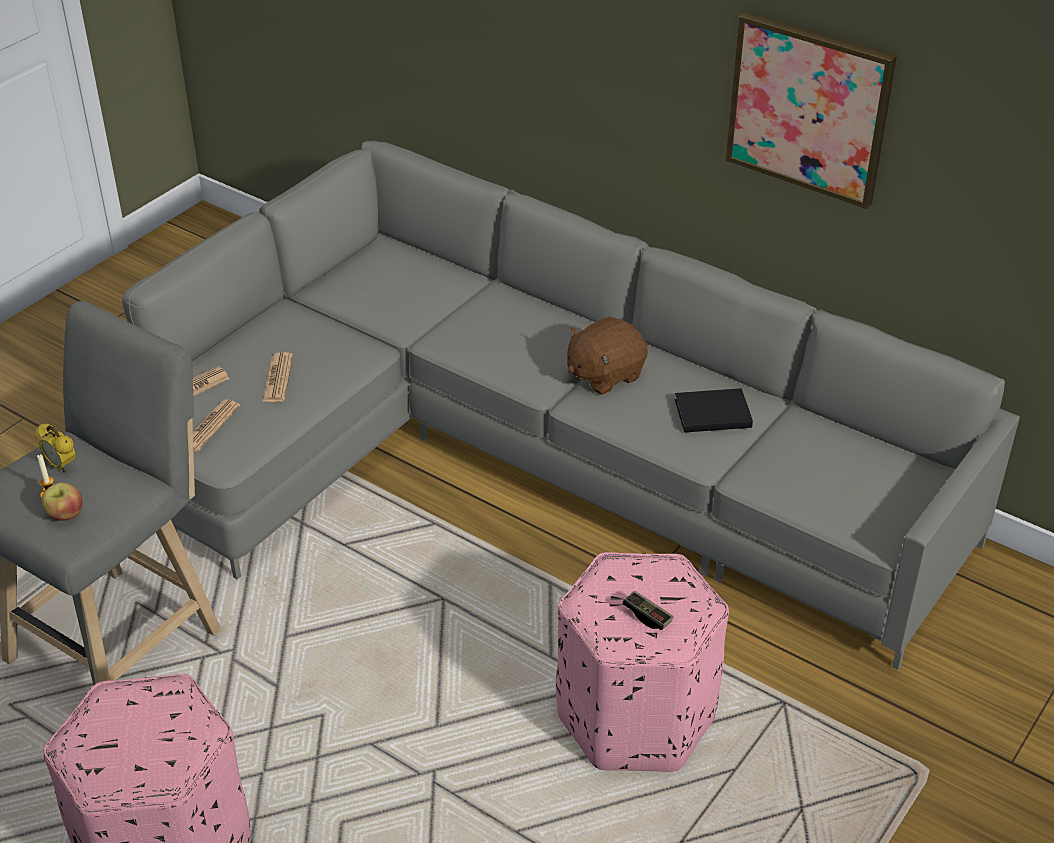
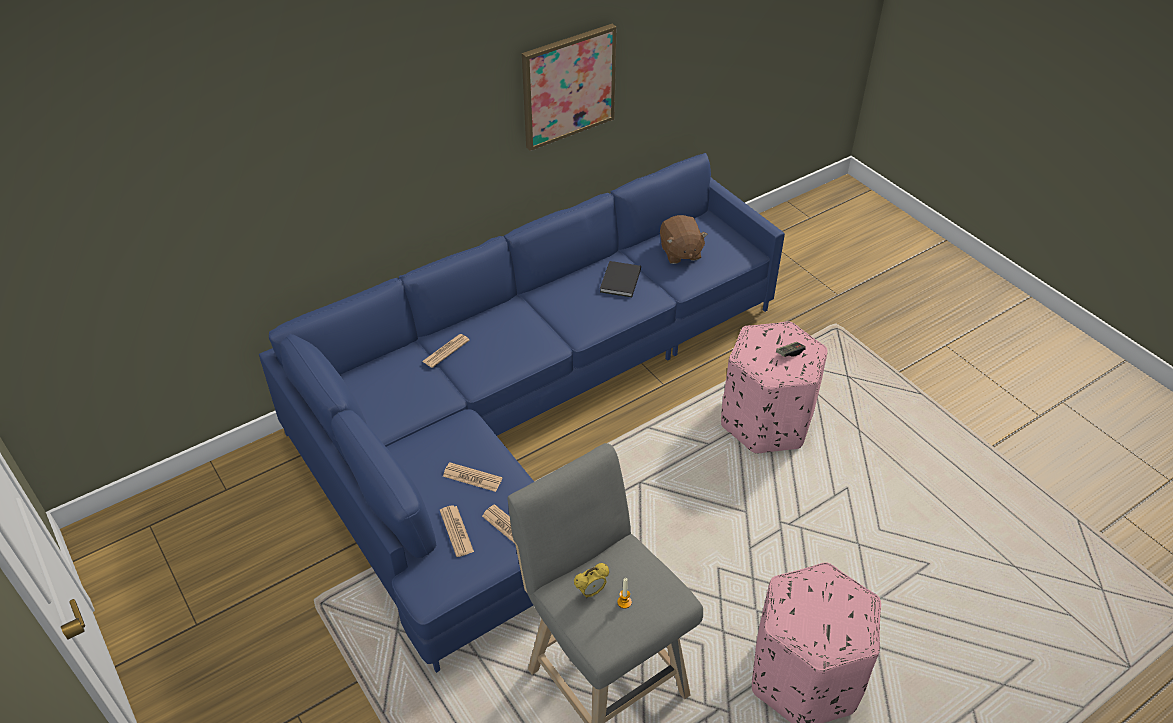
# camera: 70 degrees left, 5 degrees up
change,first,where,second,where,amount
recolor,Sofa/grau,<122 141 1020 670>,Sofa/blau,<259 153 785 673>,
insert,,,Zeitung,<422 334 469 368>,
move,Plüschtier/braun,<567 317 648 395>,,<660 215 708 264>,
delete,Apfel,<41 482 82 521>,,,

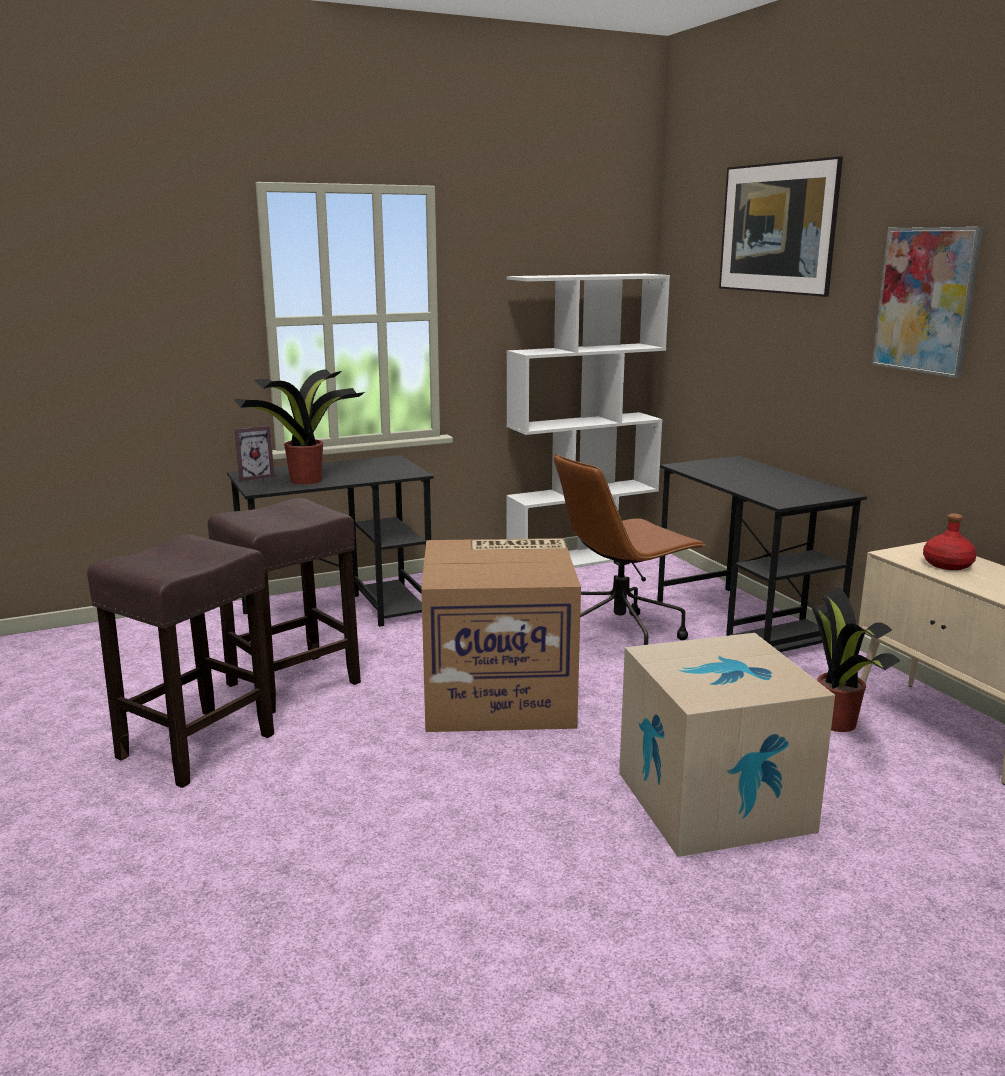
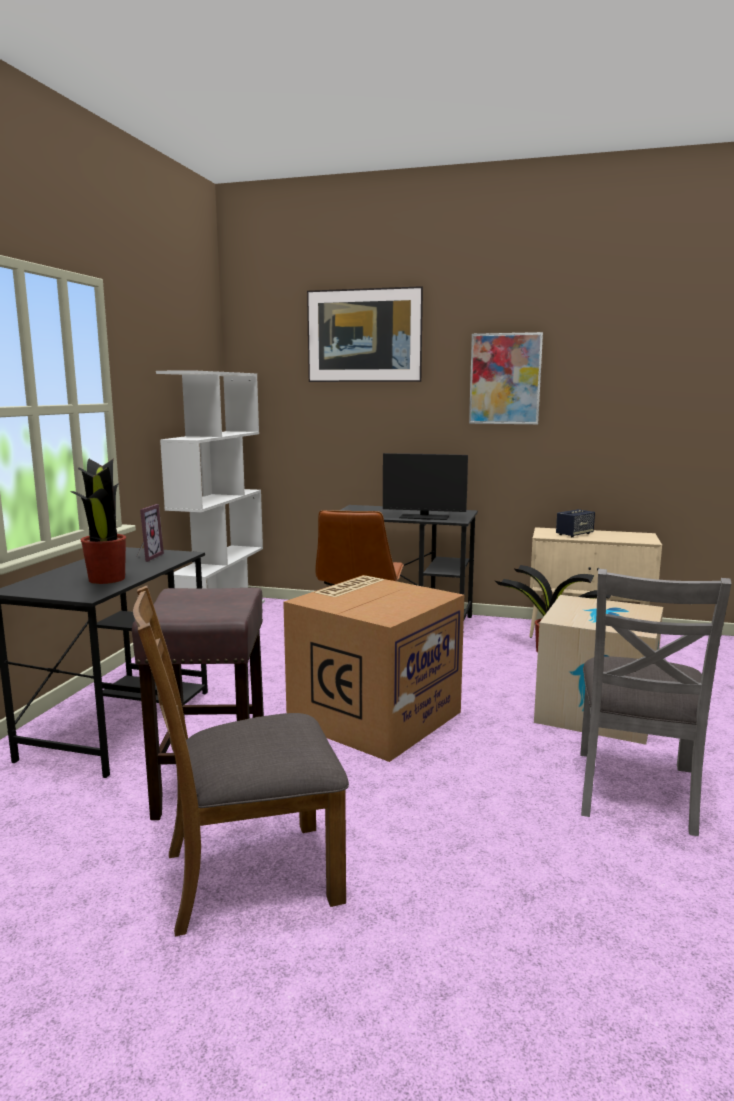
# camera: 50 degrees left, 5 degrees down
change,first,where,second,where,amount
replace,Hocker/braun,<87 534 274 788>,Stuhl/braun,<133 586 349 936>,
move,Bilderrahmen,<234 426 275 482>,,<137 504 164 562>,
insert,,,Monitor,<383 453 468 520>,
replace,Flasche/rot,<923 513 977 570>,Lautsprecher,<556 509 595 537>,
insert,,,Stuhl/grau,<580 569 732 836>,

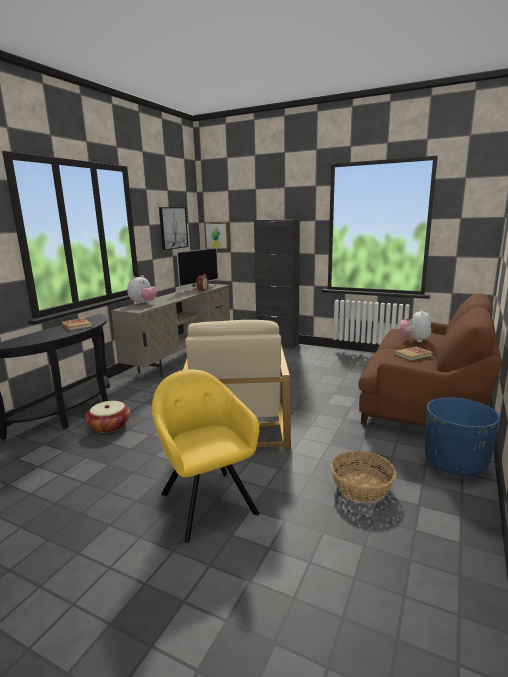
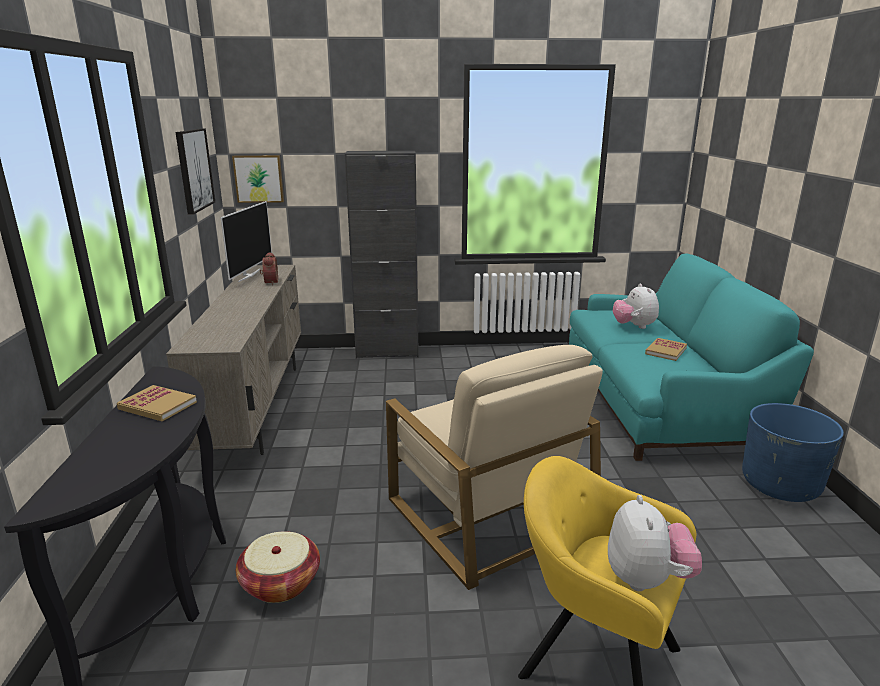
# camera: 30 degrees left, 5 degrees up
change,first,where,second,where,amount
recolor,Sofa/braun,<358 293 503 427>,Sofa/türkis,<569 254 814 461>,
move,Plüschtier,<127 275 157 304>,,<608 495 702 591>,
delete,Korb,<331 451 396 503>,,,

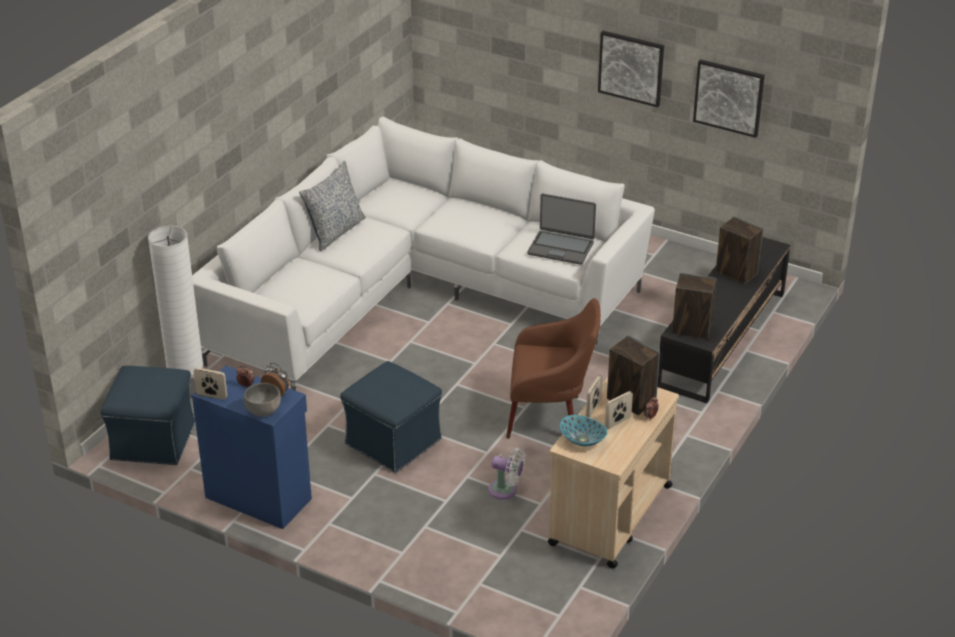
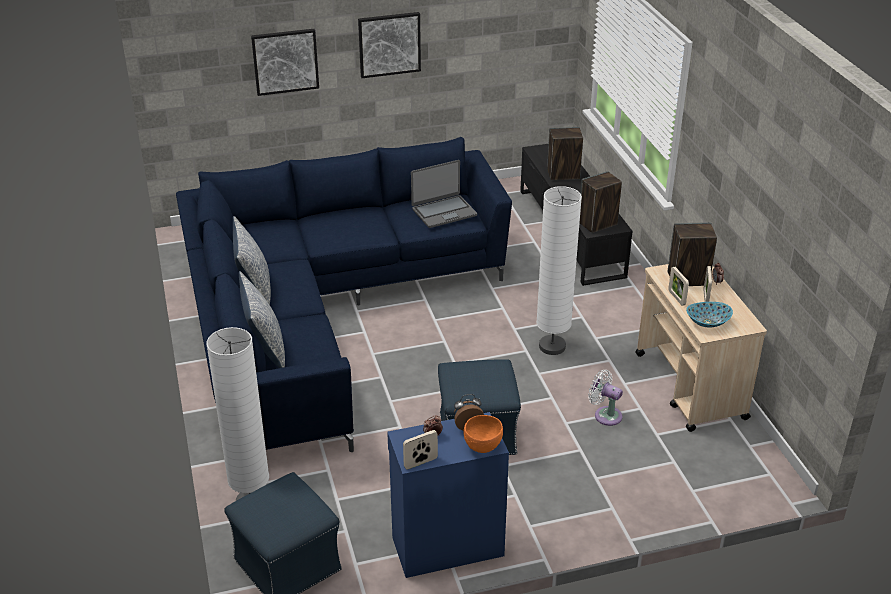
# camera: 45 degrees left, 0 degrees up
change,first,where,second,where,amount
recolor,Sofa/weiß,<192 117 655 391>,Sofa/blau,<176 137 512 452>,
insert,,,Kissen,<239 271 285 368>,
move,Bild,<693 59 765 138>,,<251 29 319 96>,
recolor,Schüssel/grau,<244 383 281 417>,Schüssel/orange,<464 415 503 453>,
replace,Sessel/braun,<506 298 601 439>,Stehlampe/weiß,<536 186 582 355>,
rotate,Ventilator/weiß,<488 448 526 499>,,<588 370 623 426>,120 degrees counterclockwise

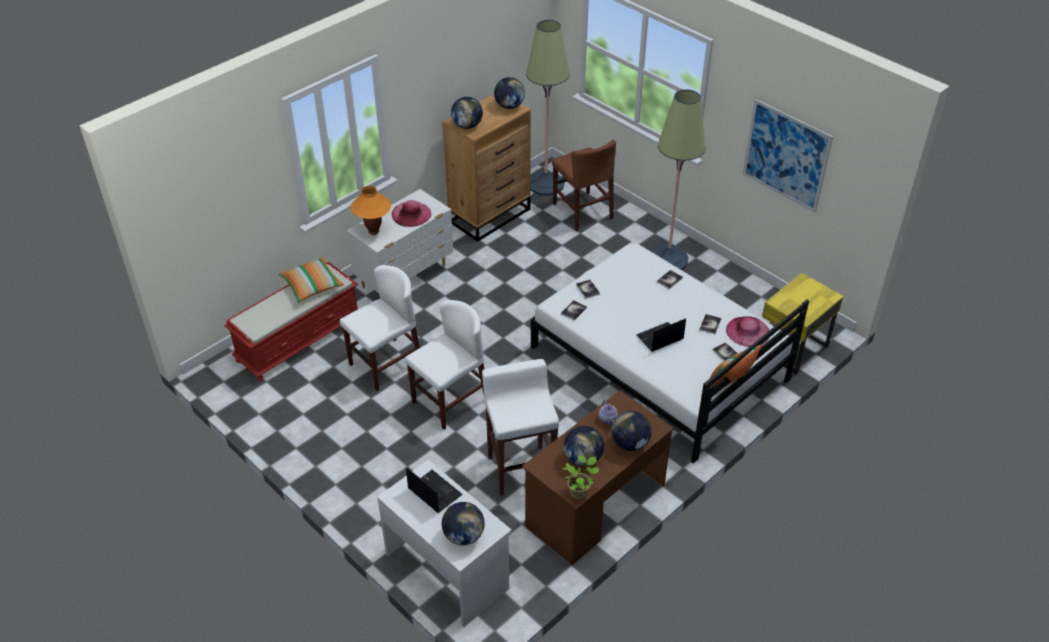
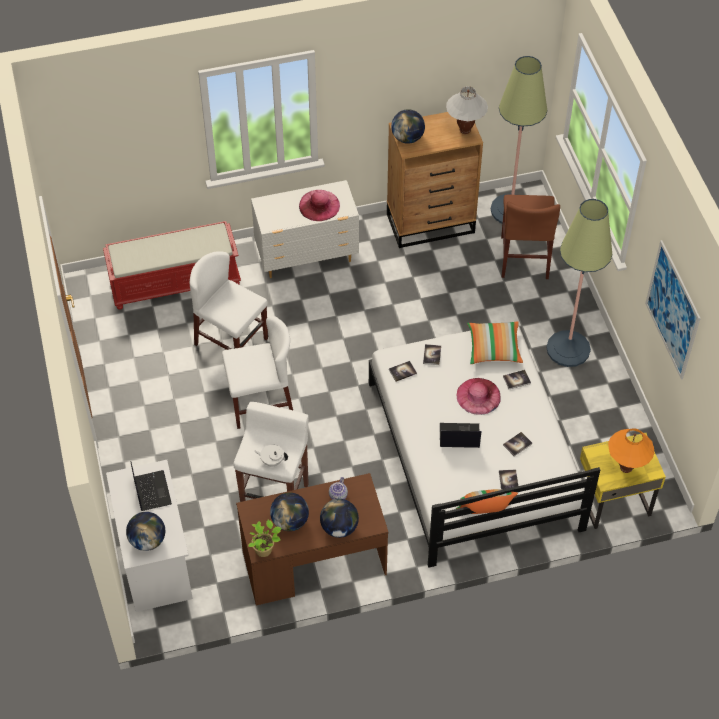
# camera: 30 degrees right, 10 degrees up
change,first,where,second,where,amount
rotate,Stuhl/weiß,<340 265 420 391>,,<190 251 268 350>,135 degrees counterclockwise
insert,,,Teekanne/weiß,<254 445 288 466>,
replace,Globus,<494 77 525 109>,Tischlampe/weiß,<446 86 488 134>,
move,Hut/rosa,<726 316 769 347>,,<456 378 501 415>,
move,Kissen,<279 257 344 303>,,<467 321 523 364>,
move,Tischlampe/orange,<351 186 391 235>,,<608 428 655 473>,

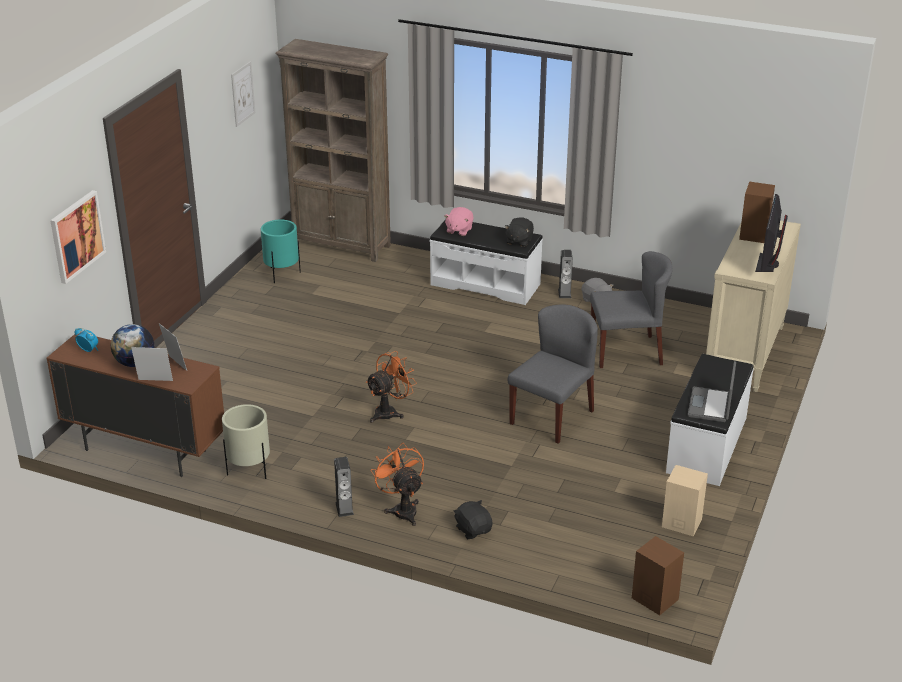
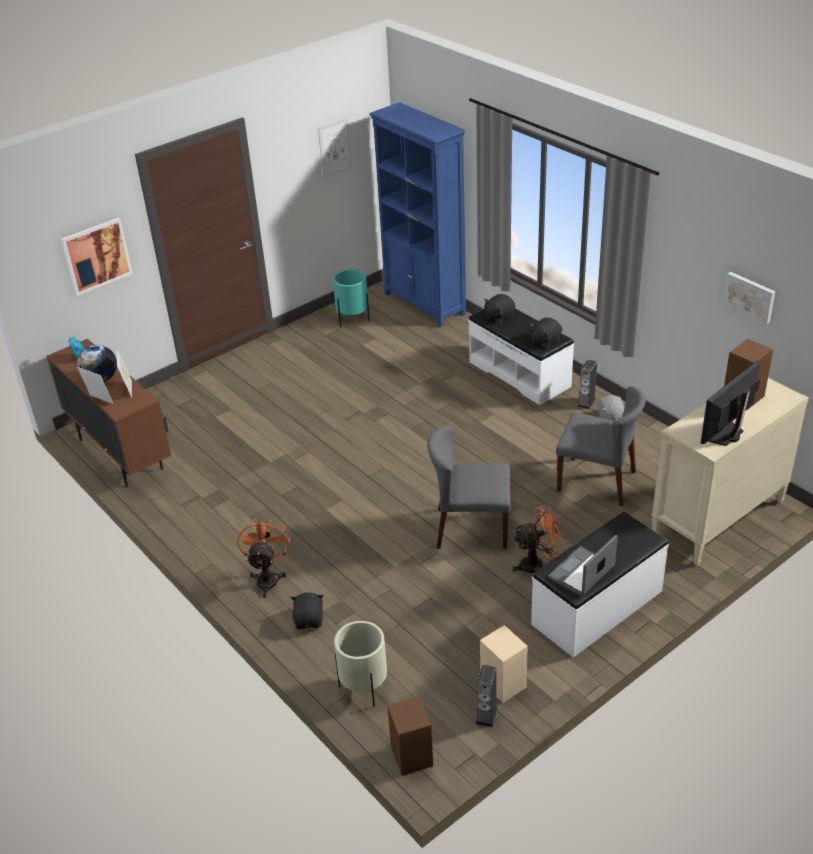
# camera: 30 degrees right, 5 degrees up
change,first,where,second,where,amount
move,Pflanzkübel/beige,<222 404 270 479>,,<334 621 387 707>,
recolor,Bücherregal/braun,<275 39 391 262>,Bücherregal/blau,<369 102 466 327>,
rotate,Stuhl/grau,<508 304 598 444>,,<427 426 511 549>,150 degrees counterclockwise
move,Lautsprecher,<334 457 354 517>,,<476 665 498 727>,
recolor,Plüschtier/rosa,<444 207 474 236>,Plüschtier/schwarz,<484 294 515 324>,
move,Ventilator/orange,<365 351 417 423>,,<512 505 565 573>,
insert,,,Bild,<723 272 775 324>,

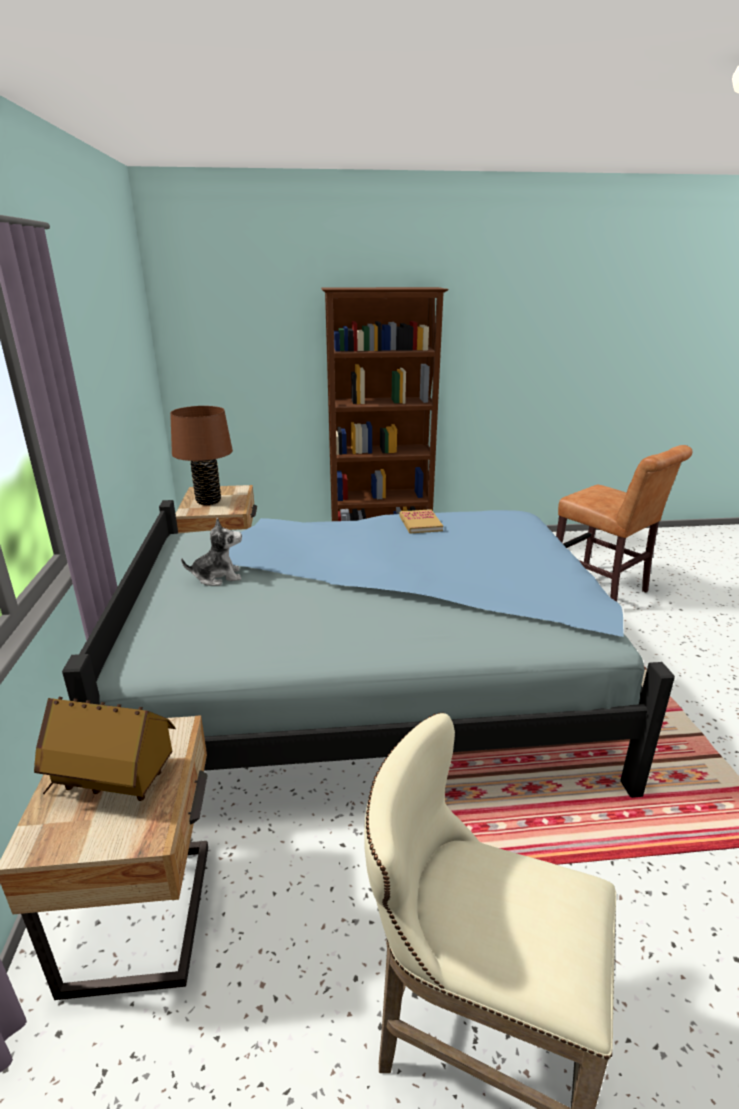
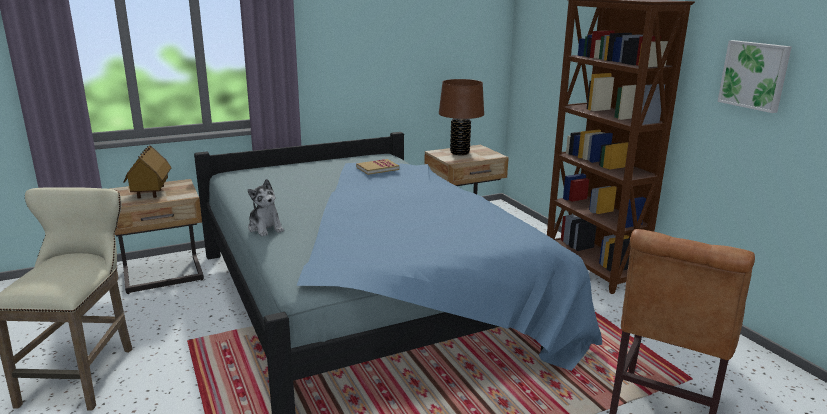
# camera: 70 degrees right, 5 degrees down
change,first,where,second,where,amount
move,Plüschtier,<181 517 242 586>,,<248 179 284 237>,
move,Buch,<399 509 443 534>,,<356 159 399 175>,
insert,,,Bild,<718 40 792 113>,

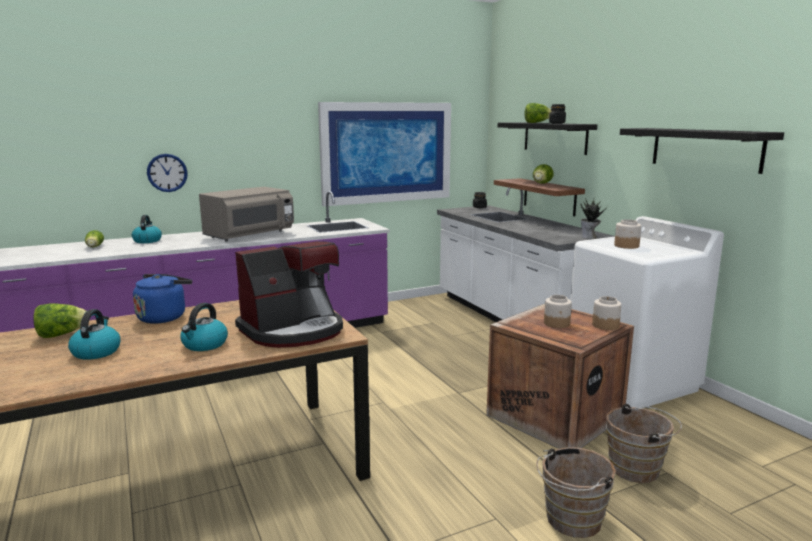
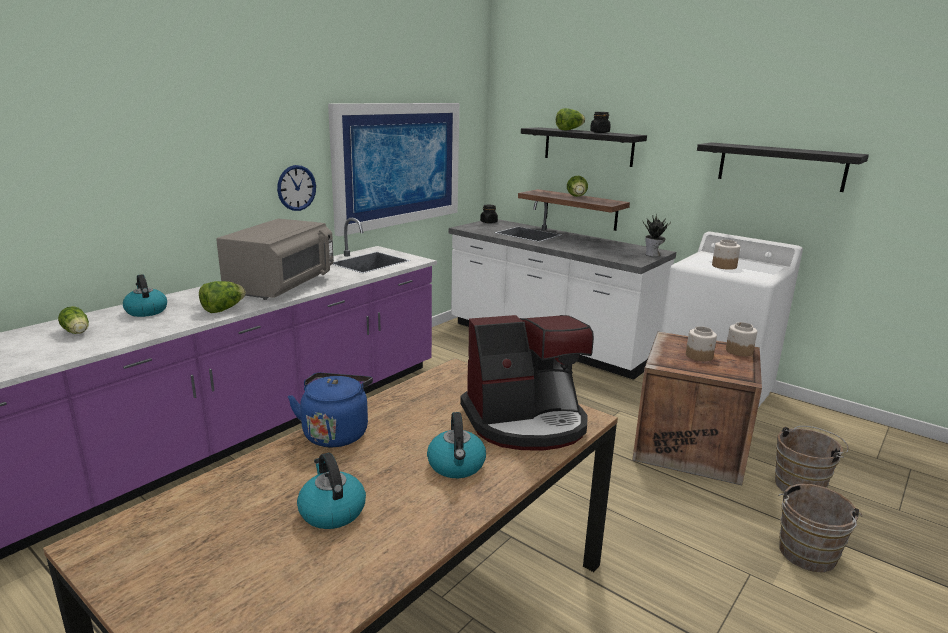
# camera: 25 degrees left, 5 degrees up
change,first,where,second,where,amount
move,Salatkopf,<33 303 87 338>,,<199 281 246 313>,
move,Wanduhr,<147 154 188 192>,,<277 165 316 211>,
rotate,Kaffeemaschine,<235 241 343 348>,,<460 315 594 450>,45 degrees clockwise

